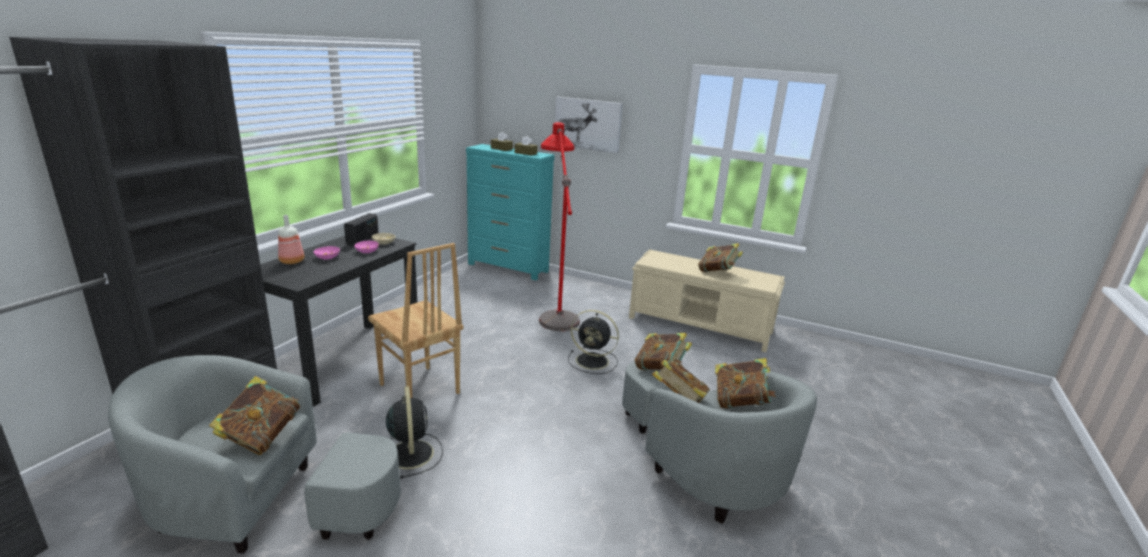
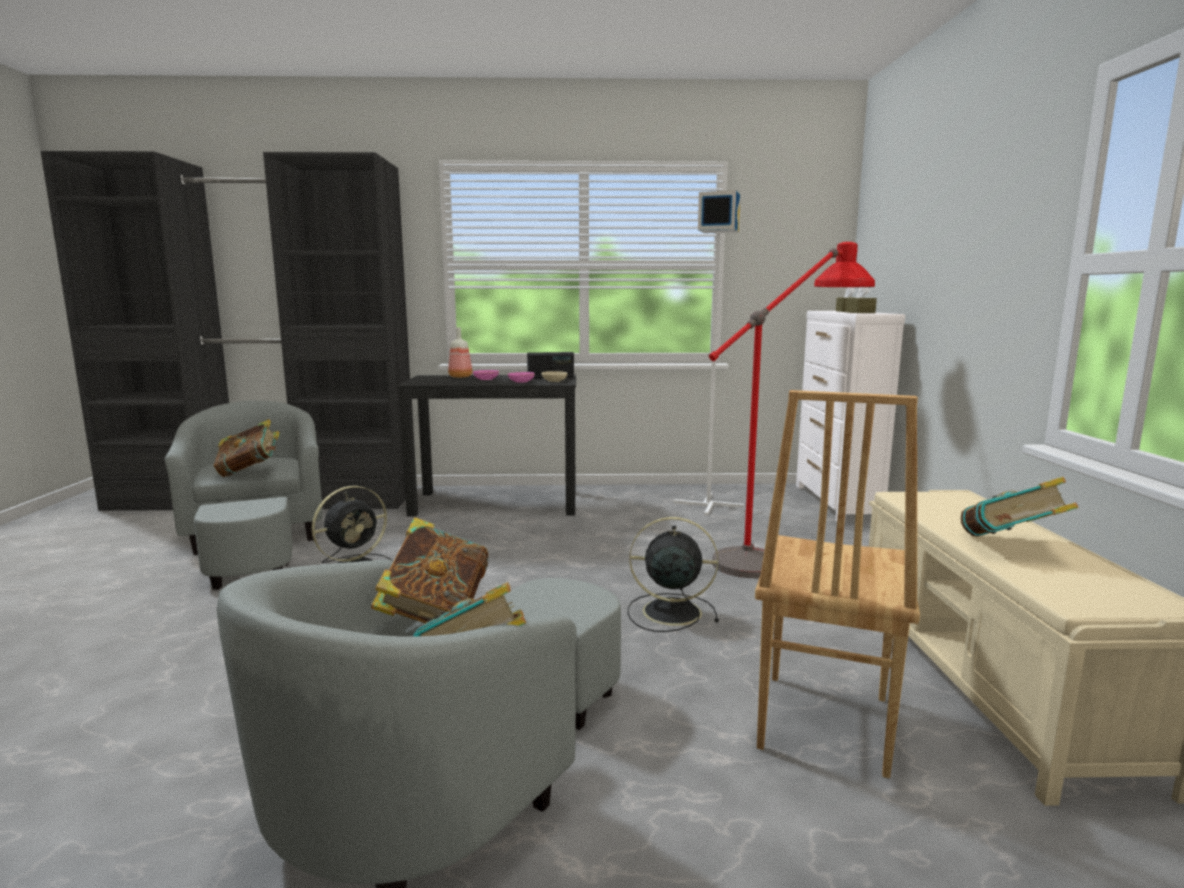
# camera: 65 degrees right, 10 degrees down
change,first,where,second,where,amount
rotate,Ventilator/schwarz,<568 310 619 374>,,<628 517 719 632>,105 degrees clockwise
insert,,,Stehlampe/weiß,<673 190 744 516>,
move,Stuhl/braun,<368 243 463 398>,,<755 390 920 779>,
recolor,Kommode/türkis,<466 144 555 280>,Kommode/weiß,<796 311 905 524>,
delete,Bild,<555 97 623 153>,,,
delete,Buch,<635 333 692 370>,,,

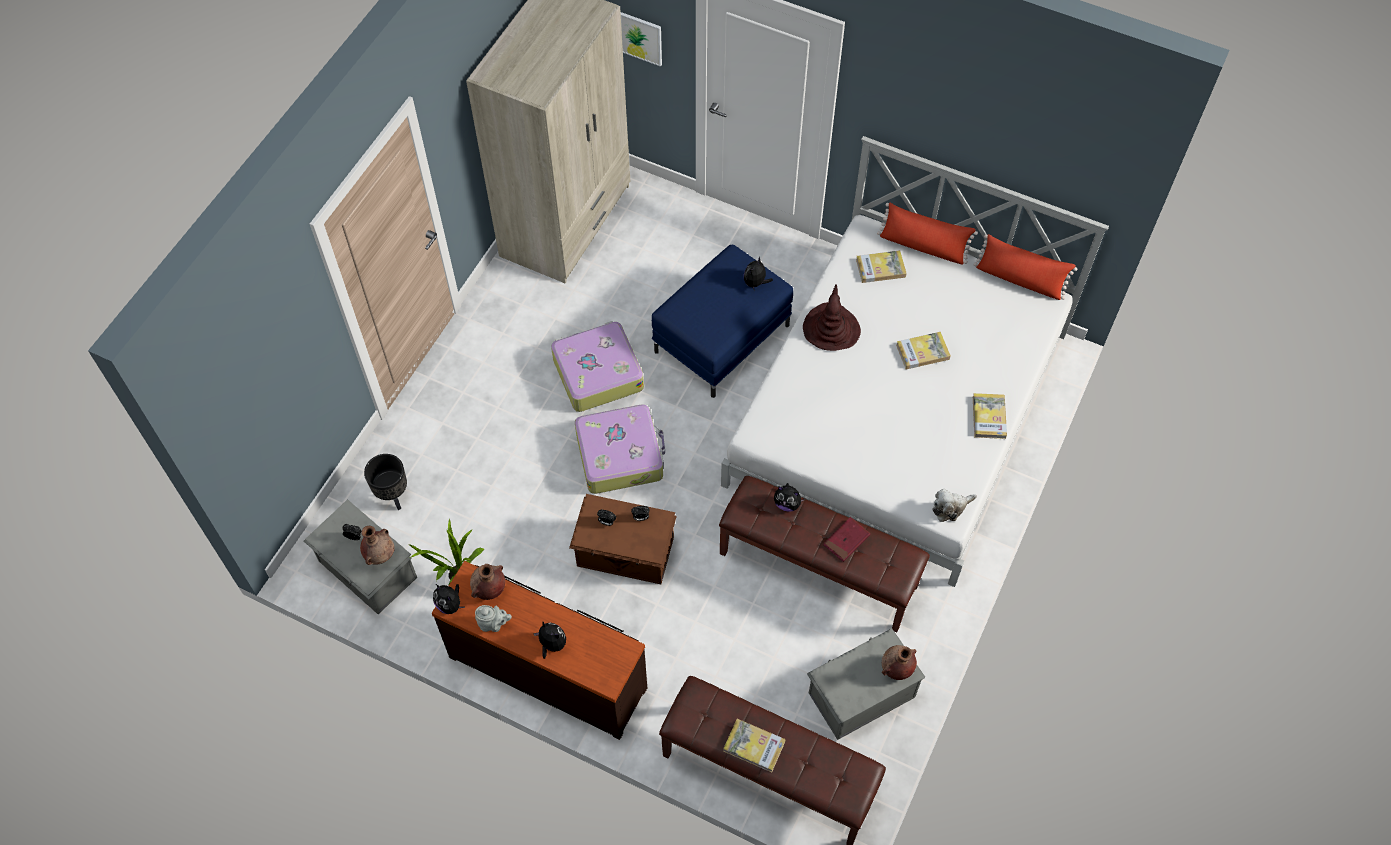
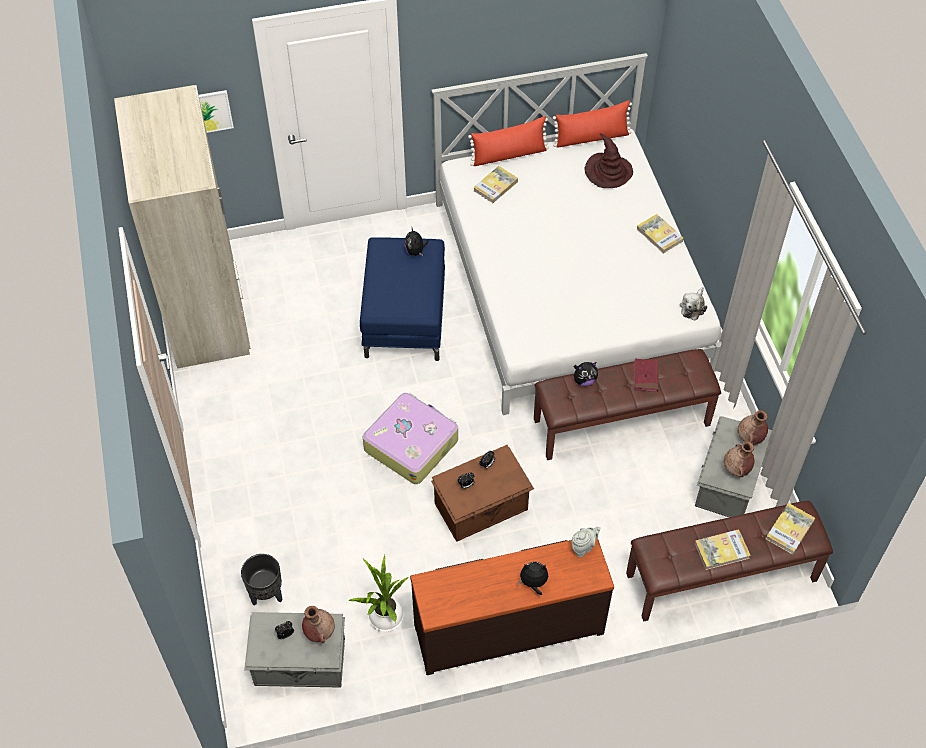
# camera: 40 degrees left, 5 degrees down
change,first,where,second,where,amount
move,Teekanne/grau,<475 605 512 632>,,<571 527 601 557>,
move,Hut/braun,<803 284 861 351>,,<585 133 633 188>,
move,Vase/braun,<470 564 505 600>,,<724 441 754 477>,
move,Buch,<896 332 951 370>,,<766 503 815 555>,
delete,Plüschtier,<433 584 465 614>,,,
delete,Koffer,<551 321 644 412>,,,

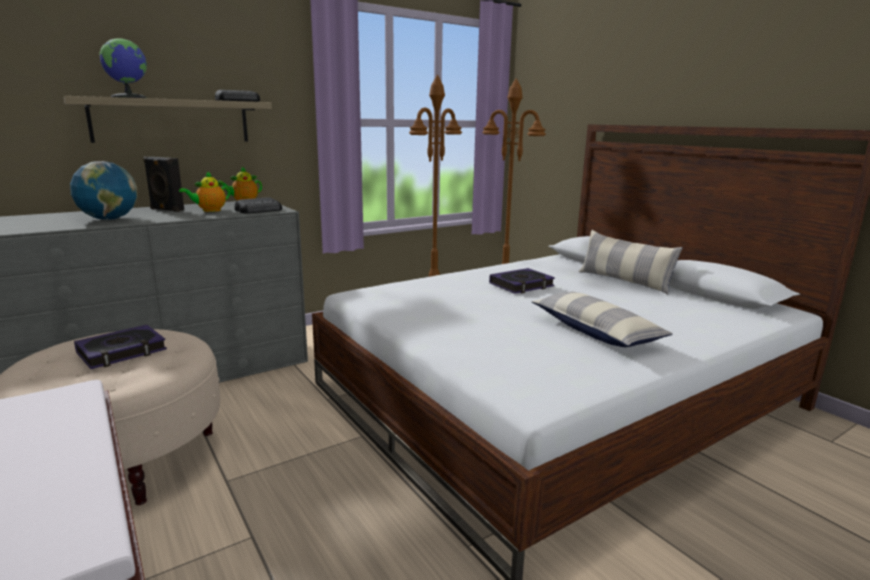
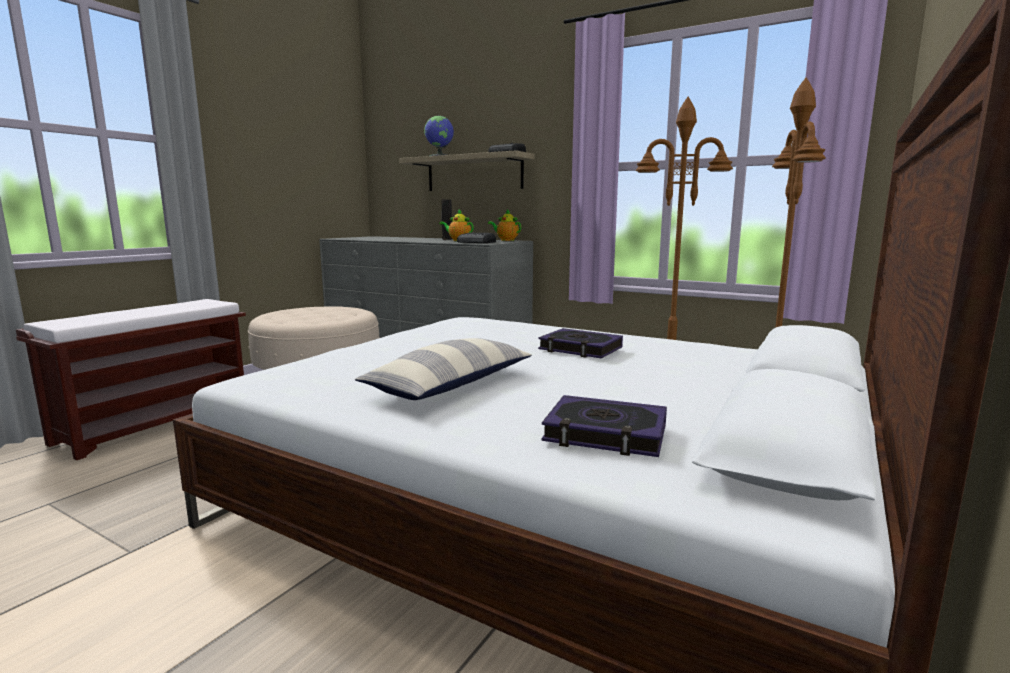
# camera: 65 degrees right, 5 degrees down
change,first,where,second,where,amount
move,Buch,<74 325 167 369>,,<542 395 667 457>,
delete,Globus,<70 161 138 220>,,,
delete,Kissen,<579 230 683 294>,,,

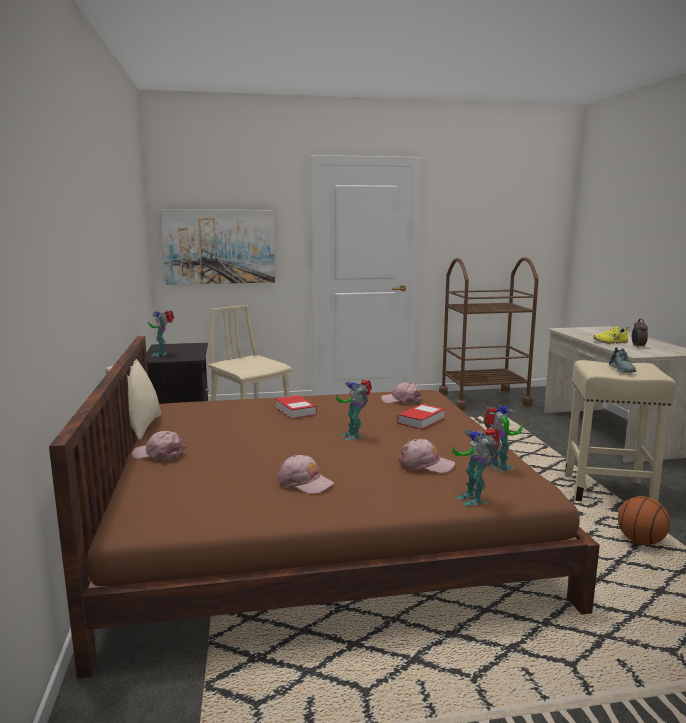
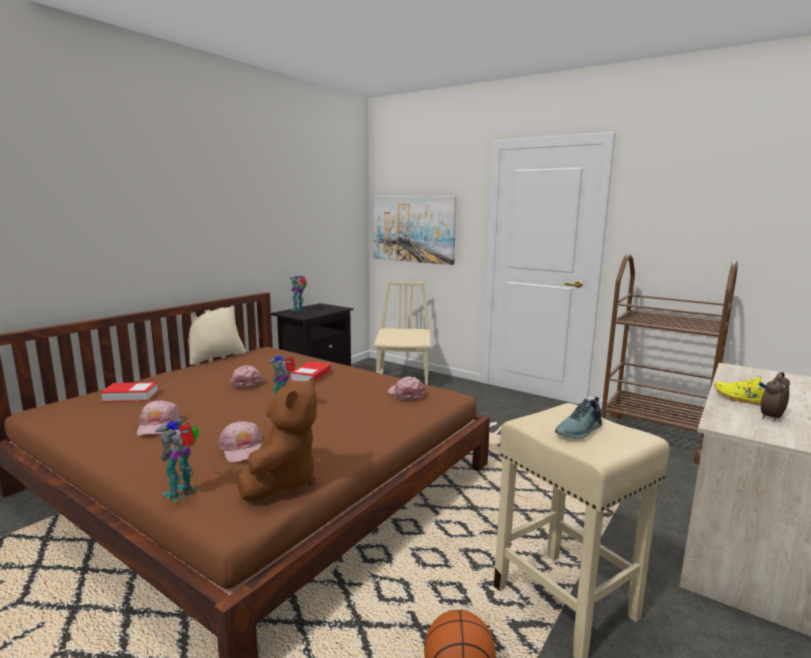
# camera: 45 degrees right, 0 degrees up
change,first,where,second,where,amount
move,Buch,<397 404 445 430>,,<101 382 159 402>,
move,Kappe/rosa,<132 431 185 461>,,<230 366 263 388>,
replace,Spielzeugroboter,<483 404 523 472>,Plüschtier/braun,<237 377 317 502>,

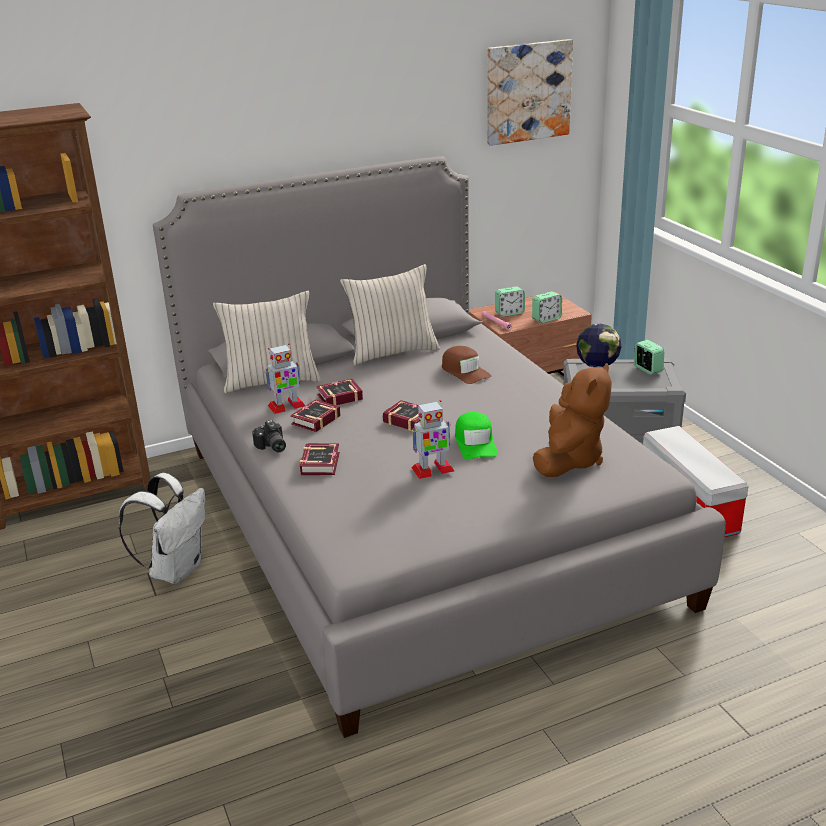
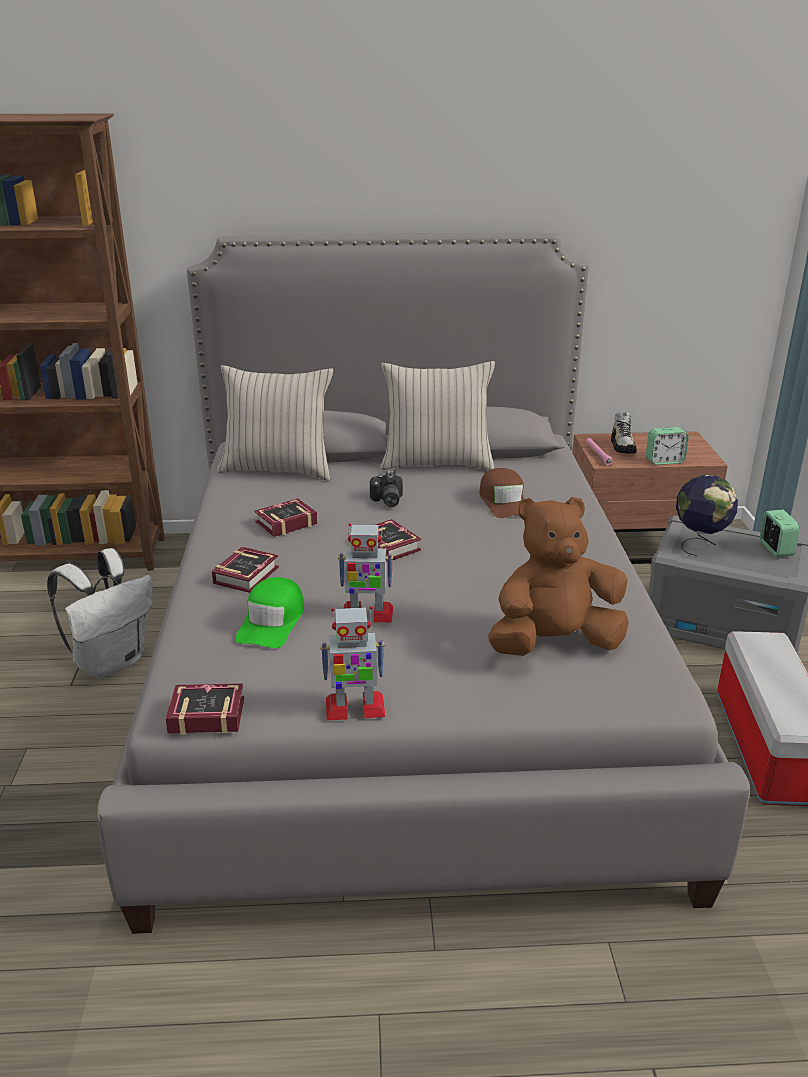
# camera: 20 degrees right, 0 degrees up
change,first,where,second,where,amount
move,Buch,<316 379 363 405>,,<165 683 244 735>,
move,Kappe/grün,<455 412 498 459>,,<235 577 304 648>,
move,Spielzeugroboter,<265 343 305 414>,,<321 606 386 720>,
move,Kamera,<252 420 286 452>,,<370 471 403 507>,
rotate,Plüschtier/braun,<533 363 612 477>,,<488 497 629 656>,150 degrees counterclockwise
replace,Wecker,<495 286 525 317>,Schuh,<611 412 637 453>,
delete,Bild,<487 39 573 146>,,,

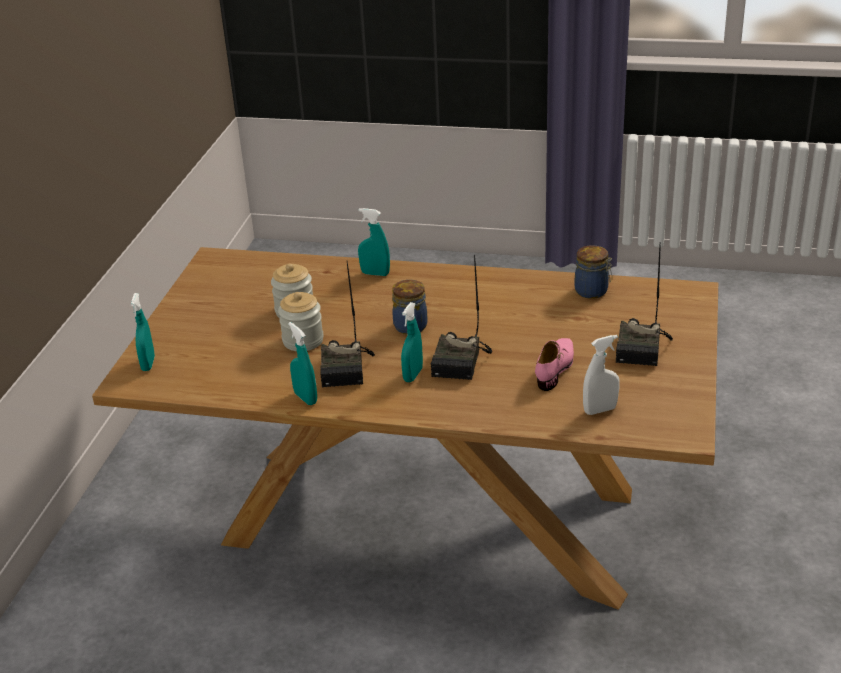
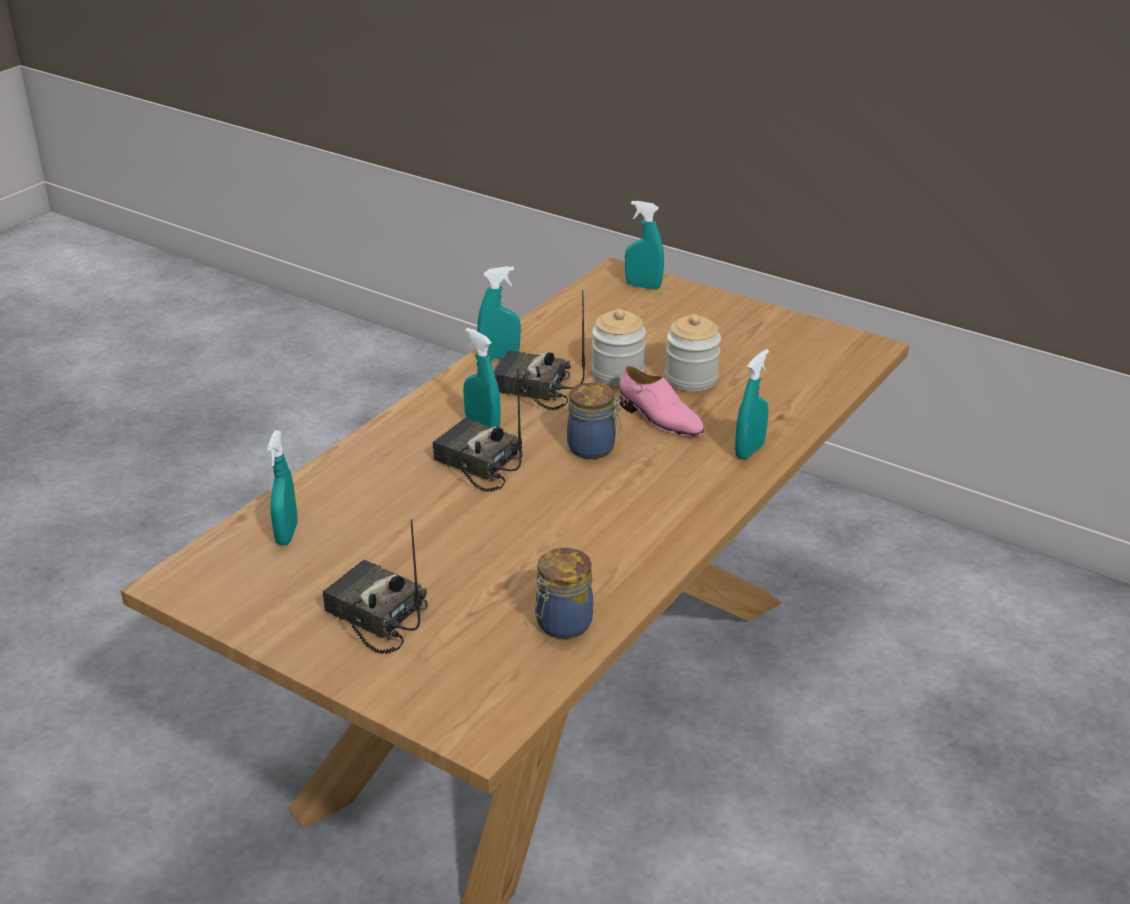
# camera: 110 degrees right, 0 degrees up
change,first,where,second,where,amount
recolor,Sprühflasche/weiß,<583 335 620 415>,Sprühflasche/türkis,<267 431 298 545>,
move,Schuh/rosa,<535 338 574 391>,,<619 366 704 437>,

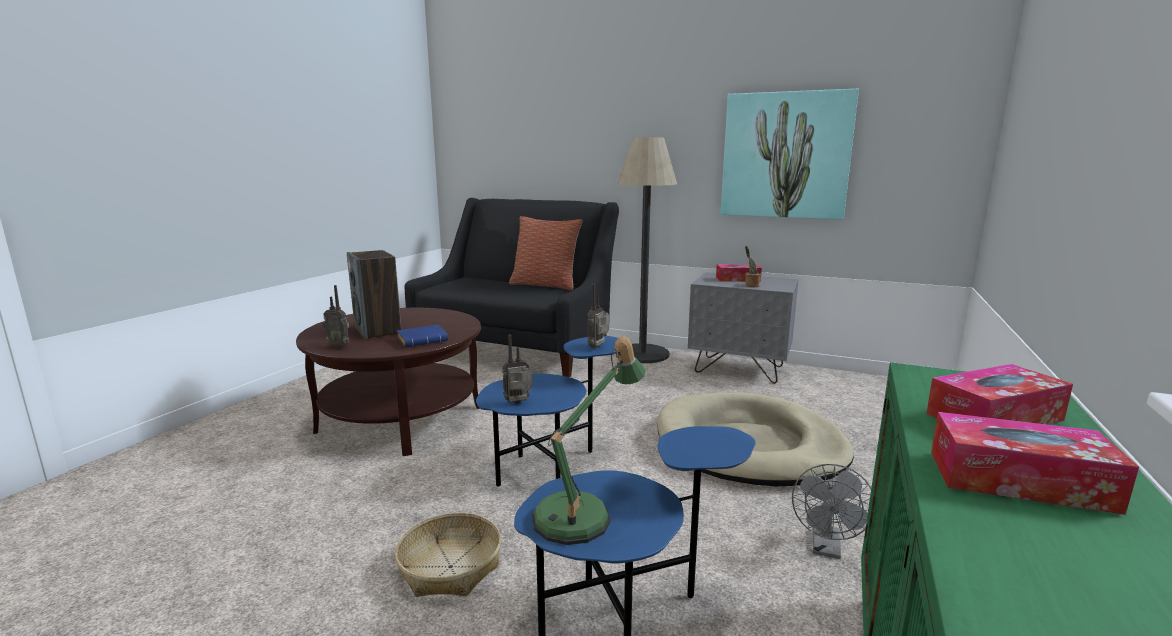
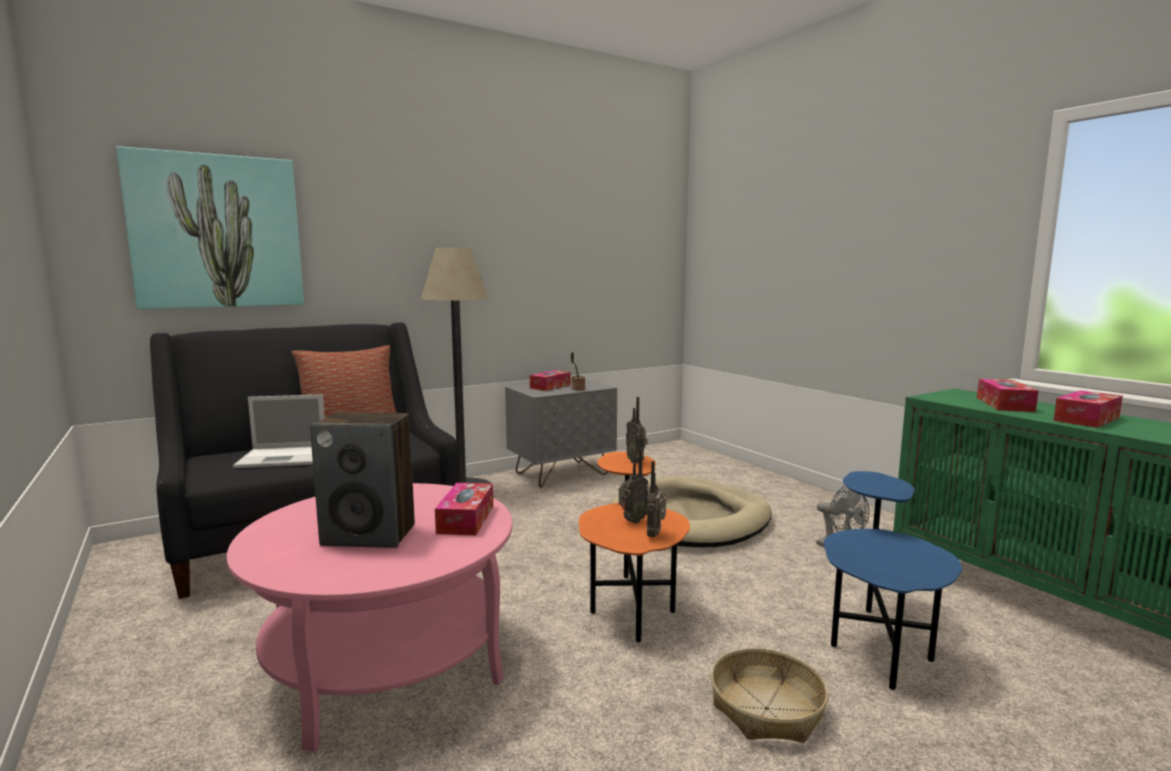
# camera: 55 degrees left, 5 degrees down
change,first,where,second,where,amount
move,Bild,<721 89 859 220>,,<116 146 304 309>,
recolor,Couchtisch/braun,<296 308 481 456>,Couchtisch/rosa,<227 483 512 752>,
insert,,,Laptop,<233 394 325 468>,
replace,Buch/blau,<397 325 448 347>,Taschentuchbox,<435 483 493 535>,
recolor,Beistelltisch/blau,<476 336 618 486>,Beistelltisch/orange,<579 452 690 643>,
move,Radio,<323 285 349 348>,,<619 448 649 523>,
delete,Tischlampe,<532 337 646 545>,,,

